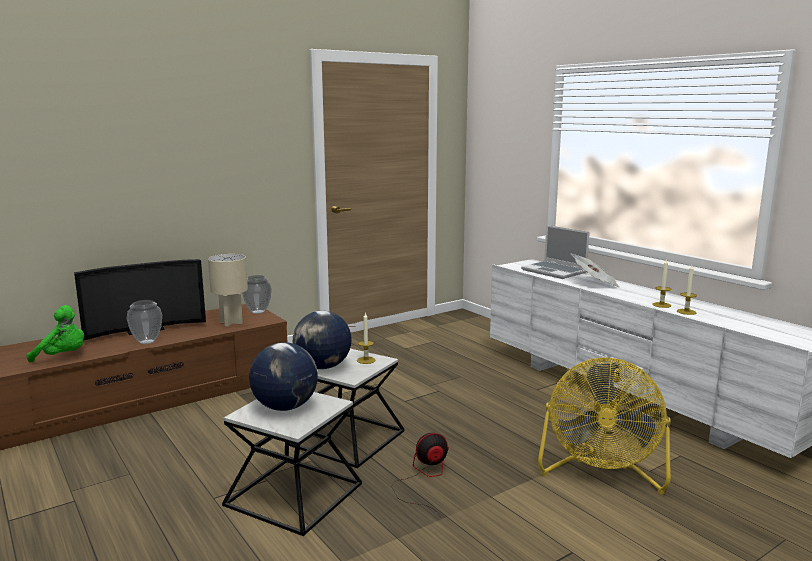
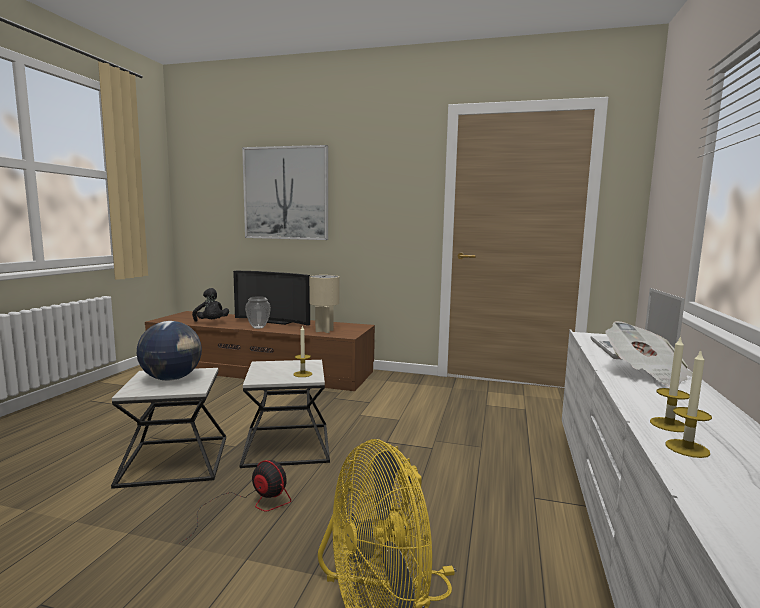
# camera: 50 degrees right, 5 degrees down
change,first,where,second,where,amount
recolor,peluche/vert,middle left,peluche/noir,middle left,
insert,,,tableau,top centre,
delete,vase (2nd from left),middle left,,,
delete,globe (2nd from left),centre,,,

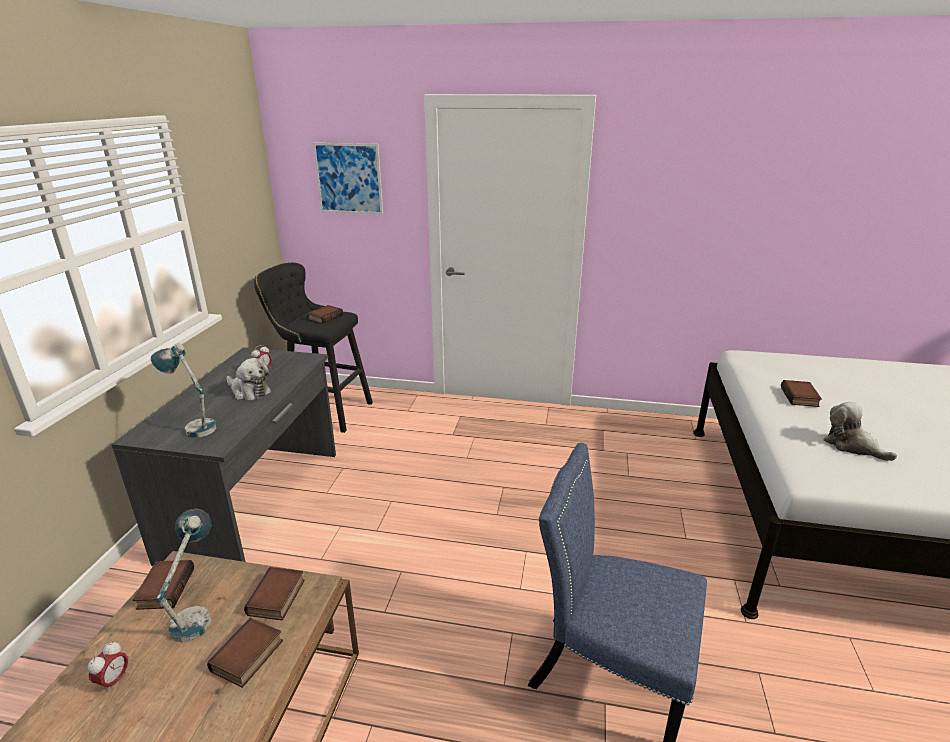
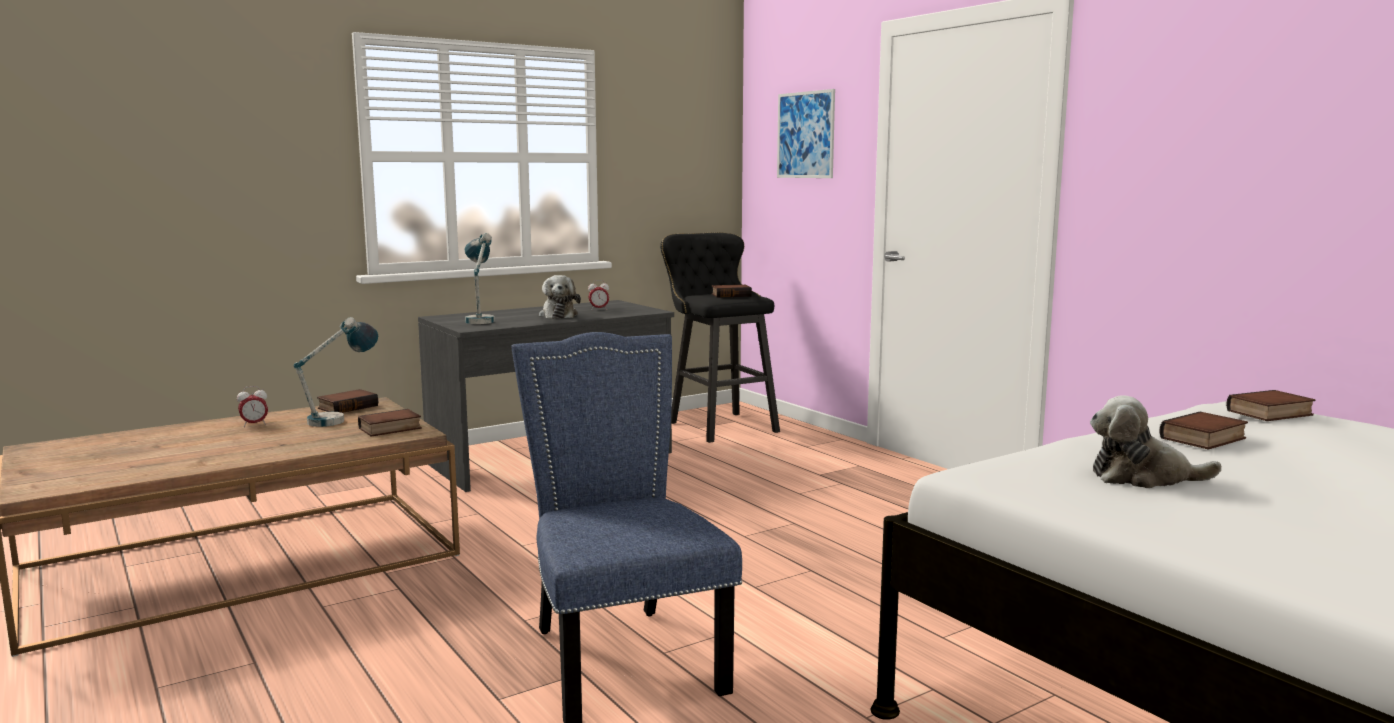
# camera: 45 degrees right, 15 degrees down
change,first,where,second,where,amount
rotate,peluche (2nd from left),middle right,,middle right,90 degrees counterclockwise
move,livre (2nd from left in the first image),bottom left,livre (5th from left),middle right,

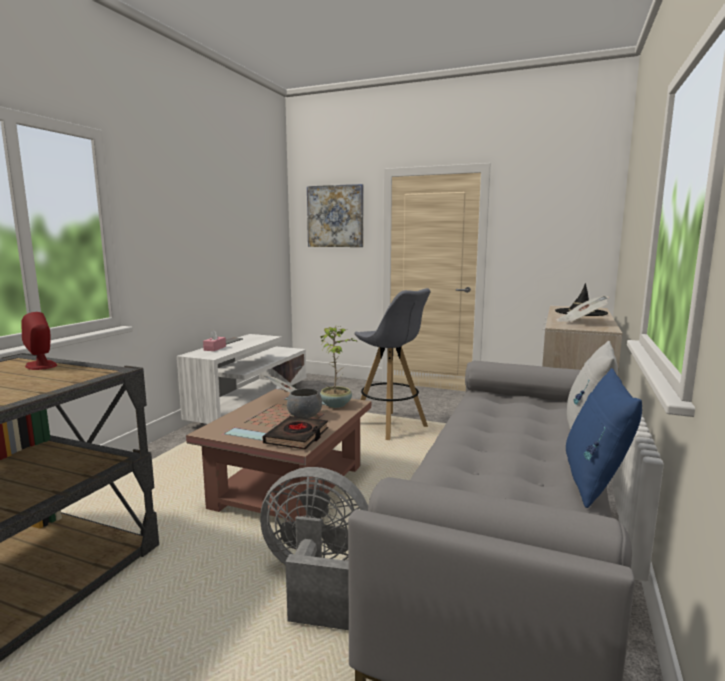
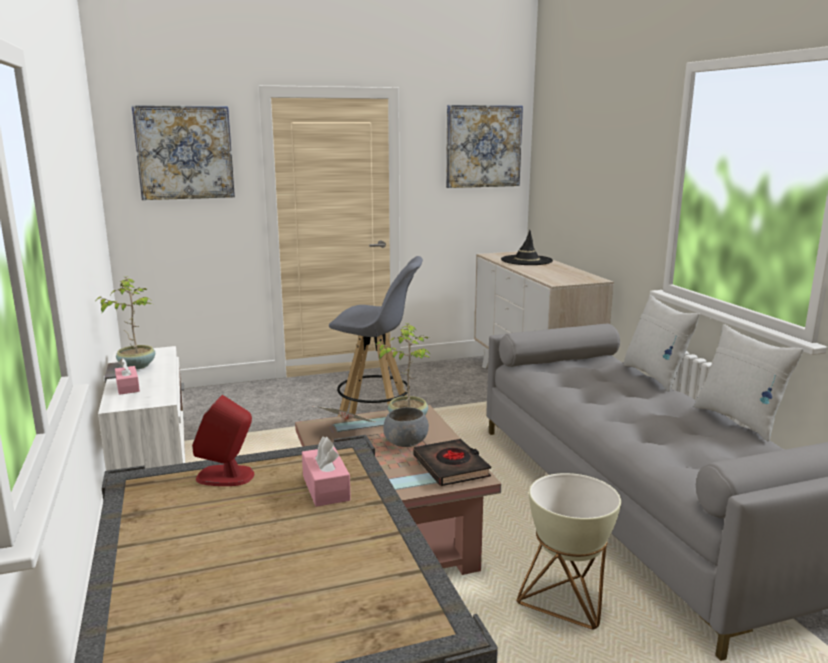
# camera: 40 degrees left, 5 degrees up
change,first,where,second,where,amount
insert,,,plante en pot (1st from left),middle left,
insert,,,boîte à mouchoirs/rose (2nd from left),bottom centre,
insert,,,tableau (2nd from left),top centre,
replace,ventilateur/gris,bottom centre,cache-pot,bottom right,
recolor,coussin/bleu,middle right,coussin/gris (2nd from left),middle right,
delete,journal (2nd from left),middle right,,,

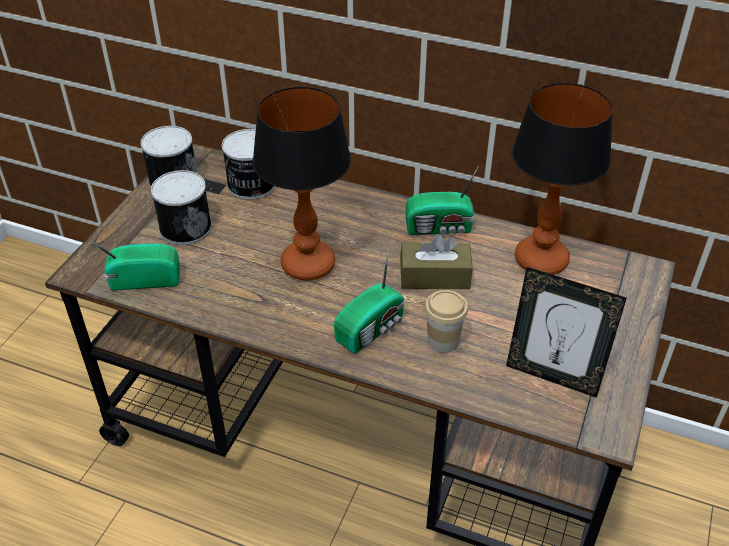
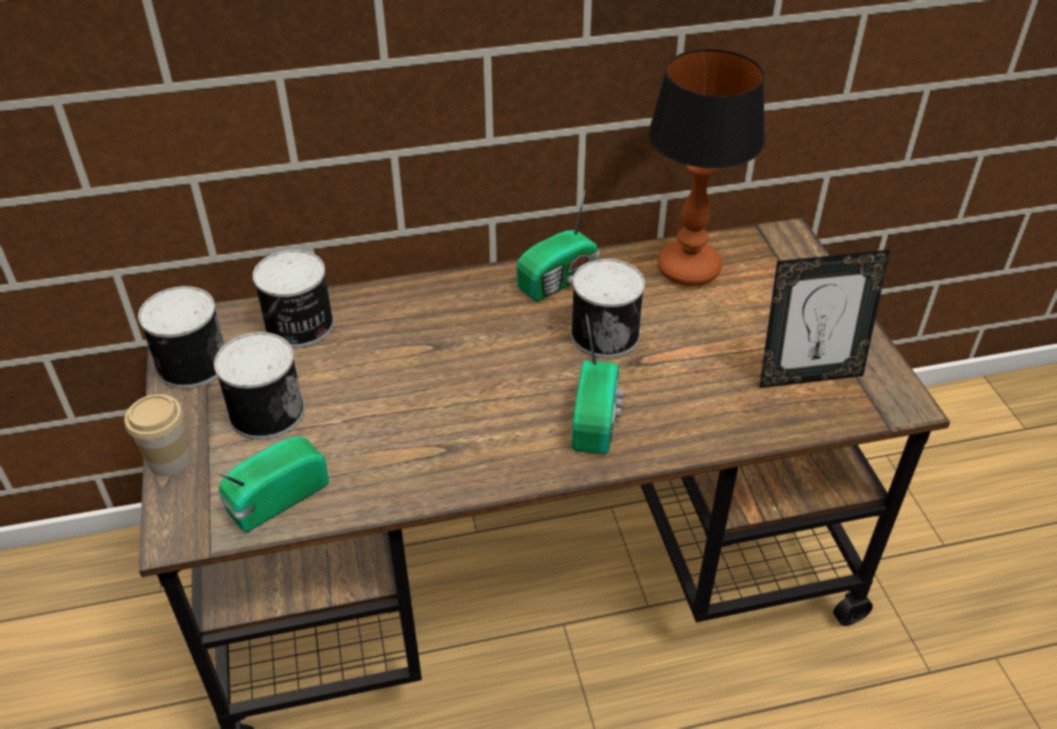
# camera: 35 degrees left, 0 degrees up
change,first,where,second,where,amount
move,tasse,centre,,middle left,
replace,boîte à mouchoirs/marron,centre,boîte métallique (4th from left),centre,
delete,lampe de table (1st from left),centre,,,

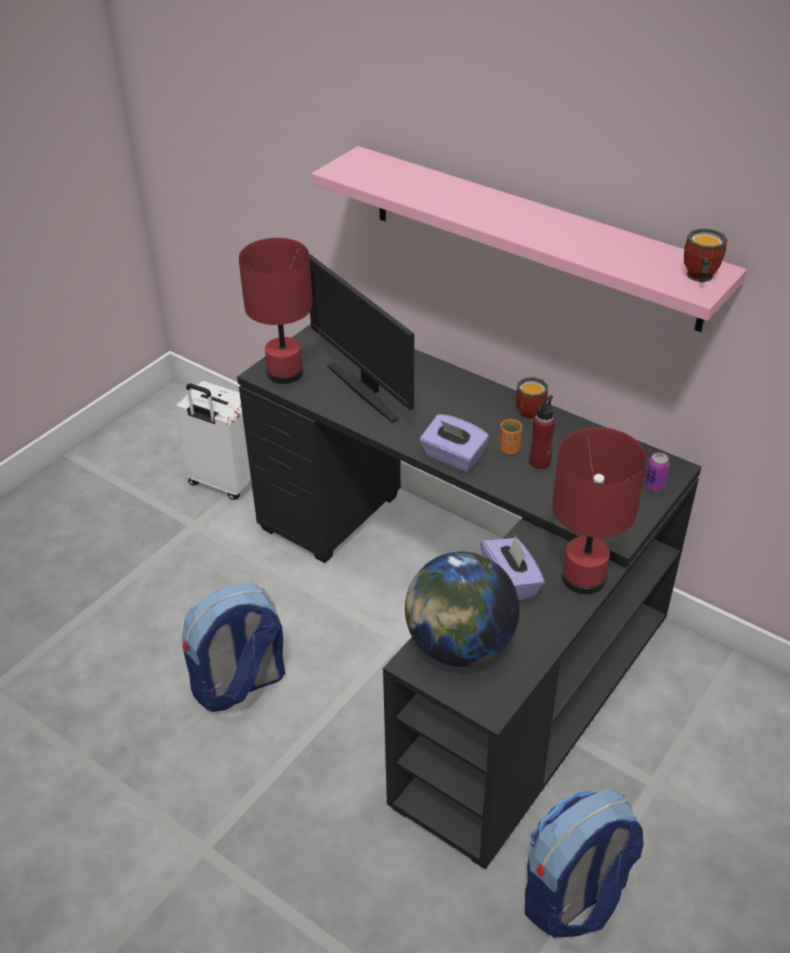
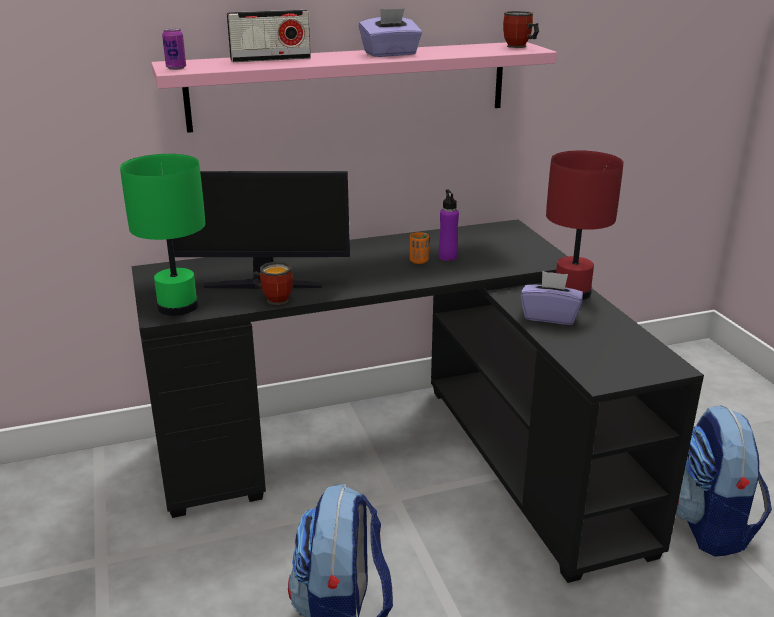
# camera: 55 degrees left, 15 degrees down
change,first,where,second,where,amount
recolor,lampe de table/rouge (1st from left),top centre,lampe de table/vert,middle left,
move,boîte métallique,middle right,,top left,
insert,,,radio,top centre,
move,mug (1st from left),middle right,,centre,
move,boîte à mouchoirs/violet (1st from left),centre,,top centre,
recolor,bouteille/rouge,middle right,bouteille/violet,centre,
delete,valise/blanc,middle left,,,
delete,globe,centre,,,

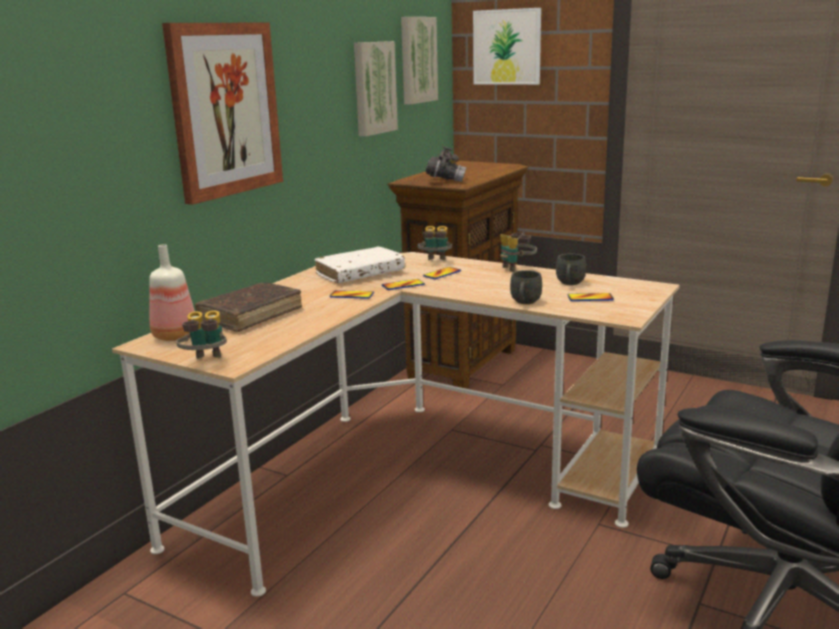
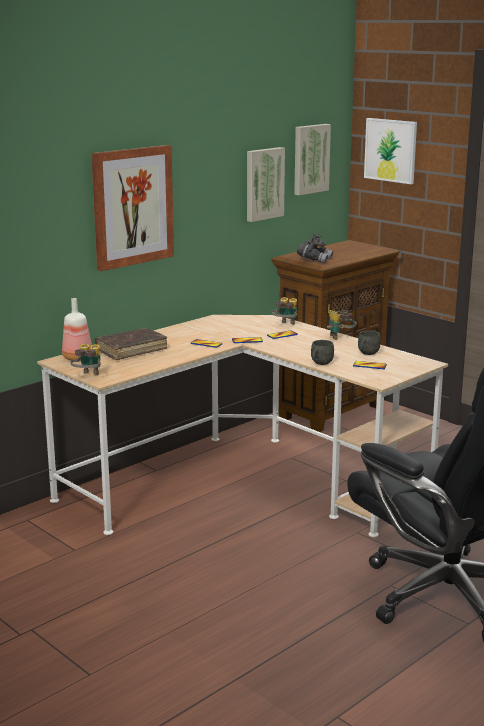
# camera: 15 degrees right, 0 degrees up
change,first,where,second,where,amount
delete,livre/blanc,centre,,,

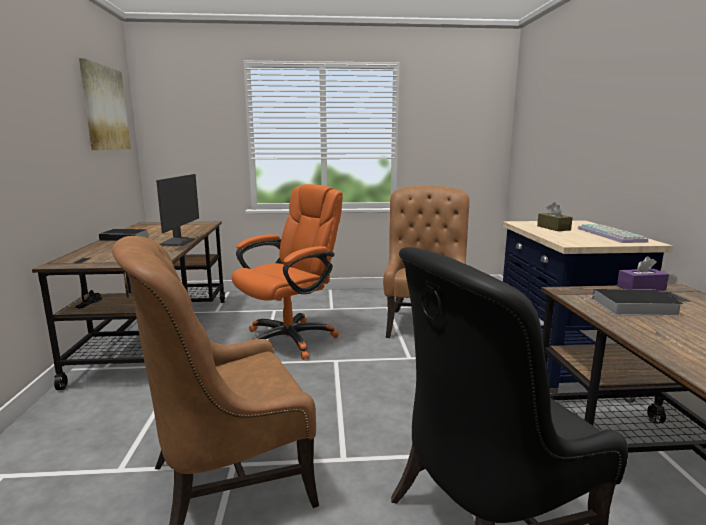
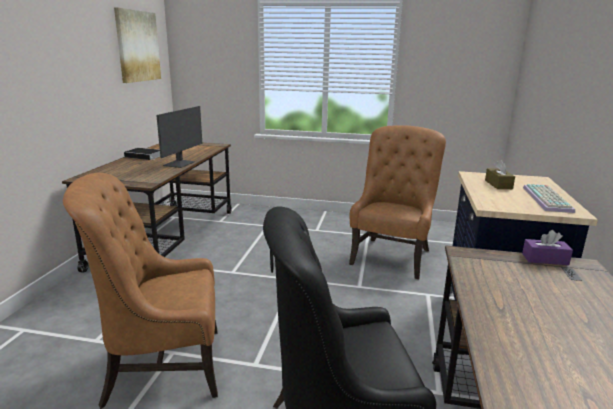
# camera: 15 degrees right, 5 degrees up
change,first,where,second,where,amount
delete,chaise de bureau/orange,centre,,,
delete,livre (2nd from left),middle right,,,

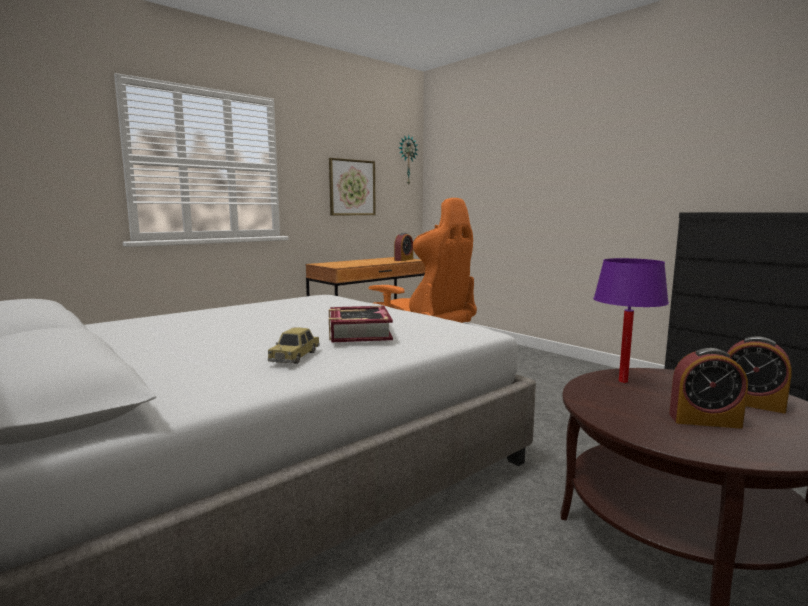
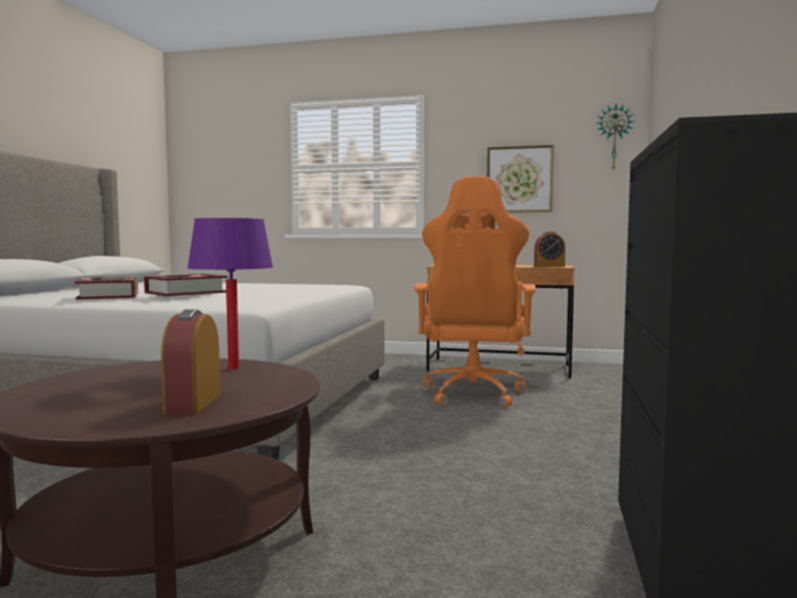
# camera: 55 degrees right, 5 degrees down
change,first,where,second,where,amount
replace,petite voiture,centre,livre (1st from left),middle left,
delete,réveil (2nd from left),middle right,,,

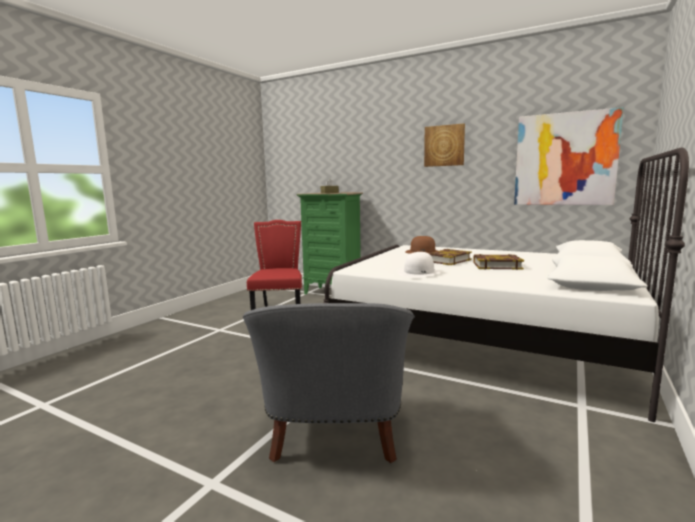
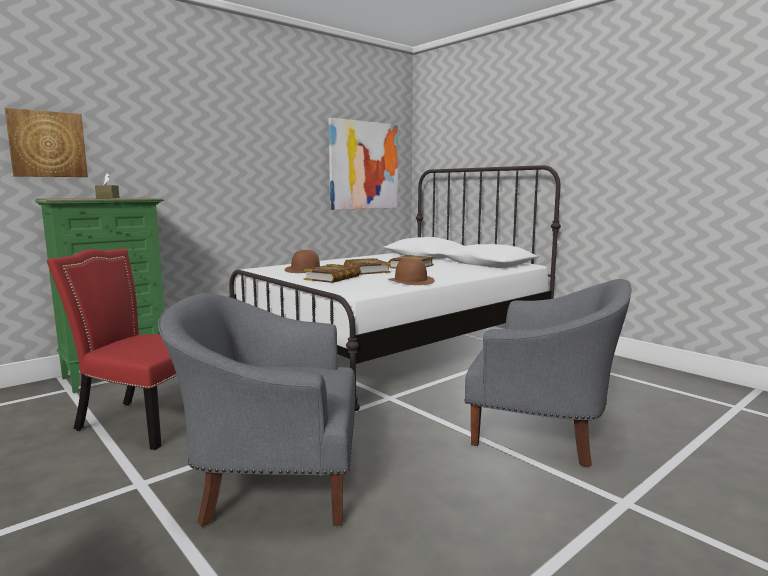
# camera: 70 degrees left, 0 degrees up
change,first,where,second,where,amount
move,tableau (1st from left),top centre,,top left,
insert,,,fauteuil/gris (1st from left),bottom centre,
insert,,,livre (1st from left),centre,
recolor,chapeau/blanc,centre,chapeau/marron (2nd from left),centre,

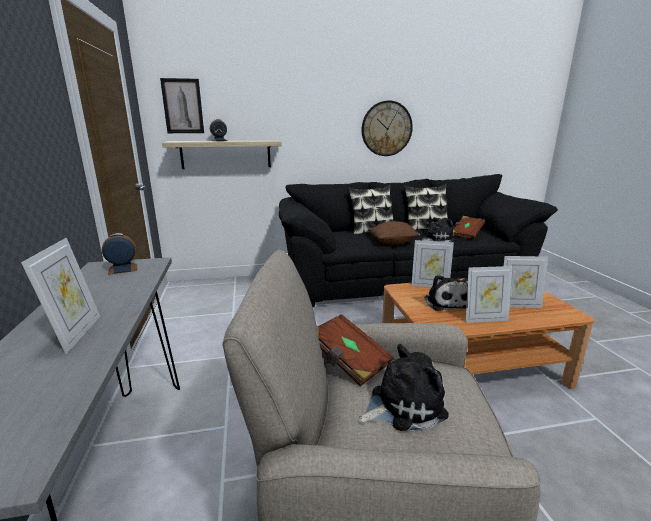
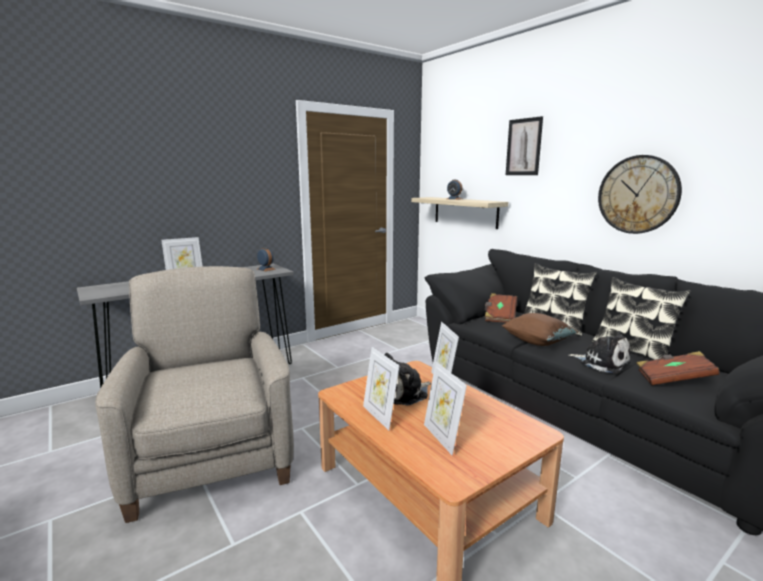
# camera: 65 degrees right, 5 degrees down
change,first,where,second,where,amount
move,livre/marron (1st from left),bottom centre,,centre,
move,tableau,top left,,top right,
delete,peluche (1st from left),bottom centre,,,

